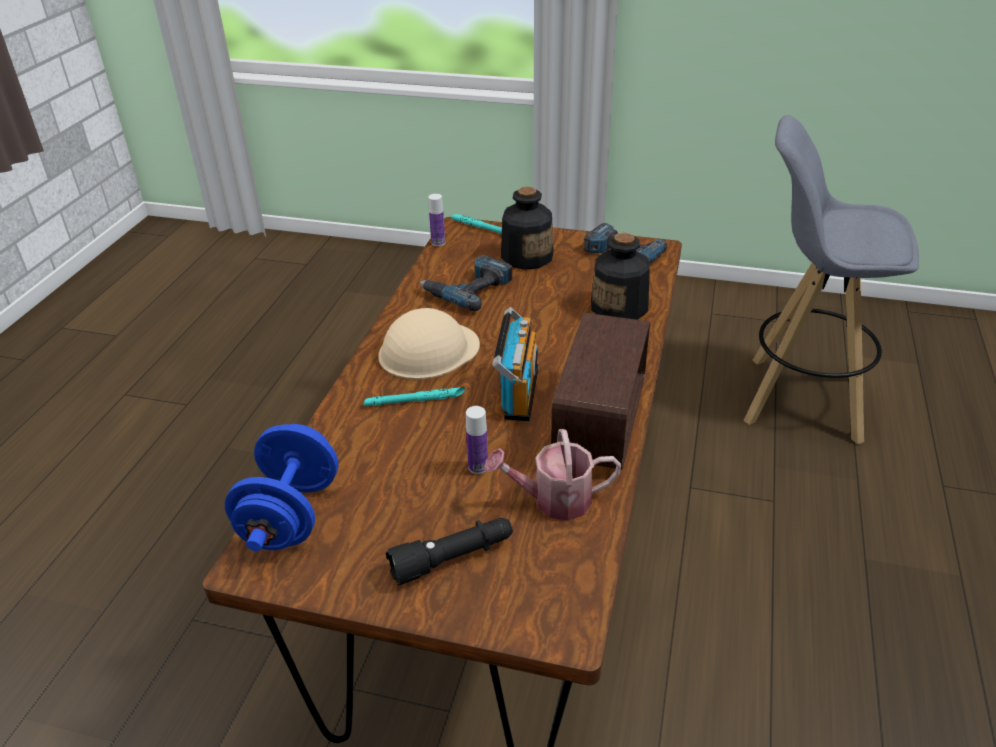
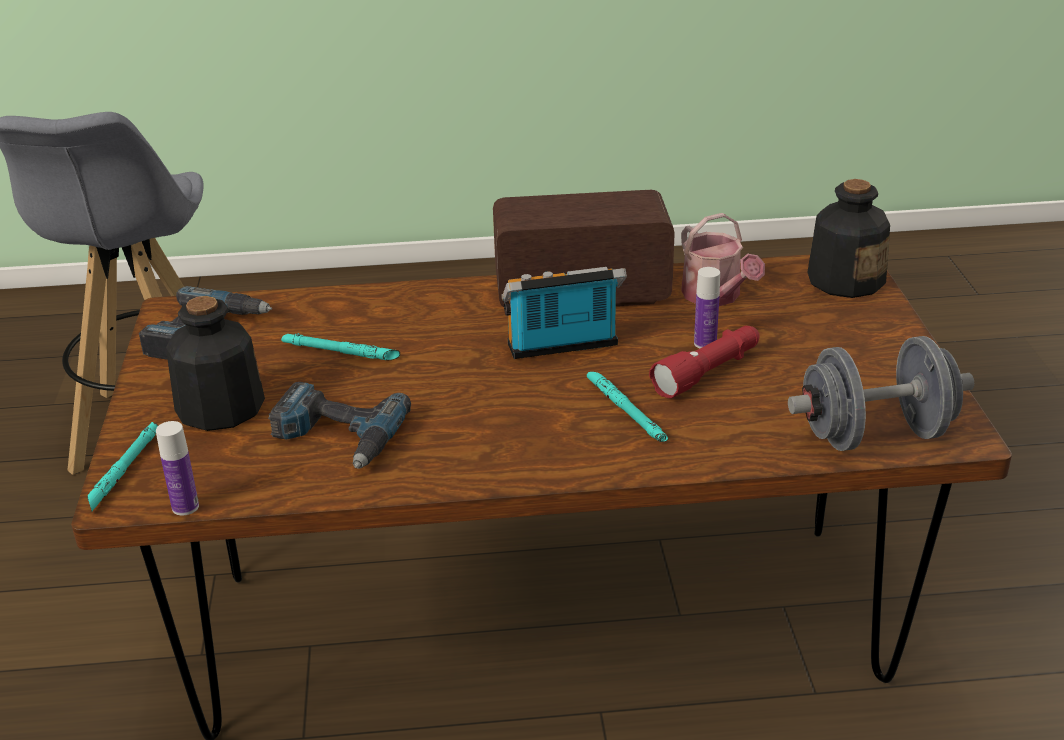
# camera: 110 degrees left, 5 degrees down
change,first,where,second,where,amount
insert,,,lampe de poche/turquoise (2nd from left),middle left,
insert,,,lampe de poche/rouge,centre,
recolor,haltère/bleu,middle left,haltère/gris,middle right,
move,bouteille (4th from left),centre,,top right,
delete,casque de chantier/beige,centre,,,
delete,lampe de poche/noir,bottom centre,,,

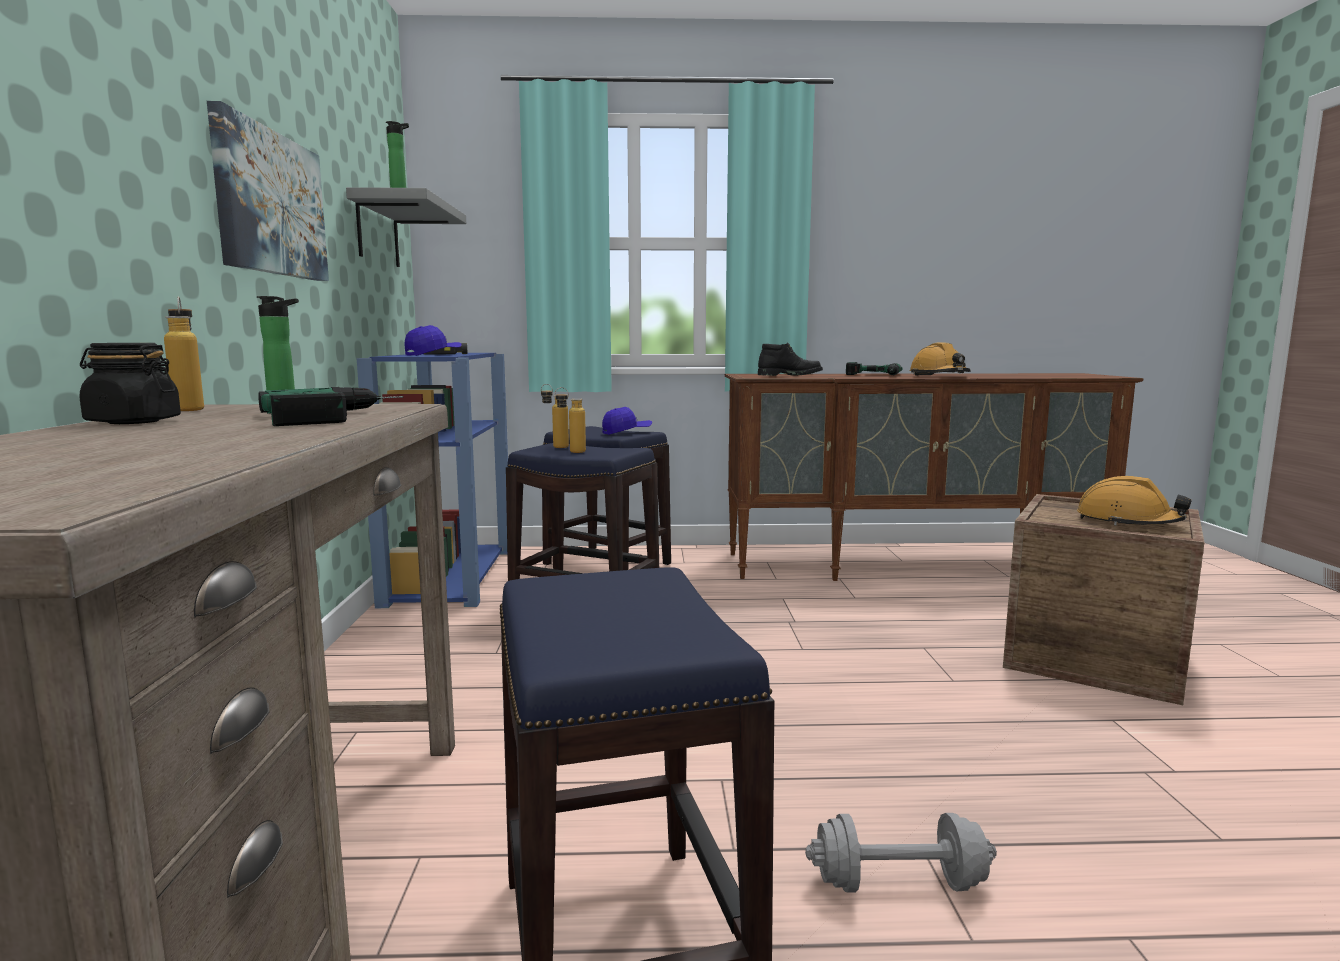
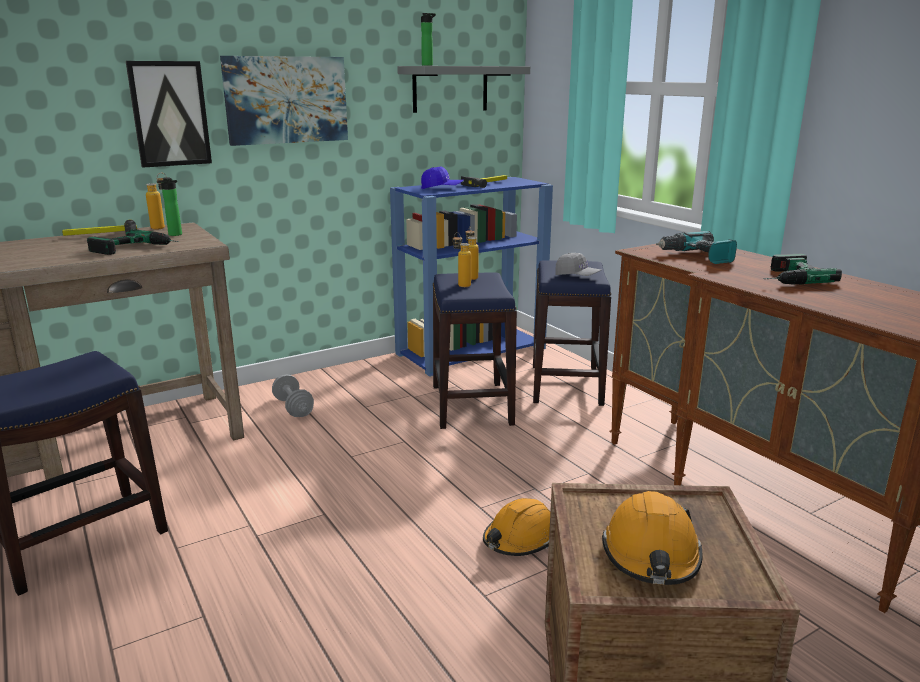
# camera: 60 degrees right, 10 degrees up
change,first,where,second,where,amount
replace,bocal/noir,middle left,marteau (1st from left),top left,
insert,,,tableau (1st from left),top left,
move,haltère/gris,bottom right,,middle left,
move,casque de chantier/orange (1st from left),middle right,,bottom centre,
recolor,casquette/bleu (2nd from left),centre,casquette/gris,centre,
replace,botte/noir,centre,perceuse (2nd from left),middle right,

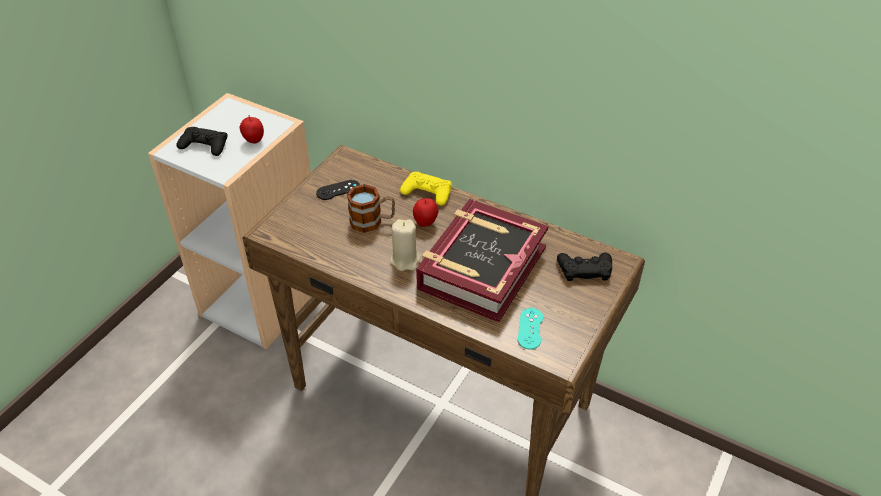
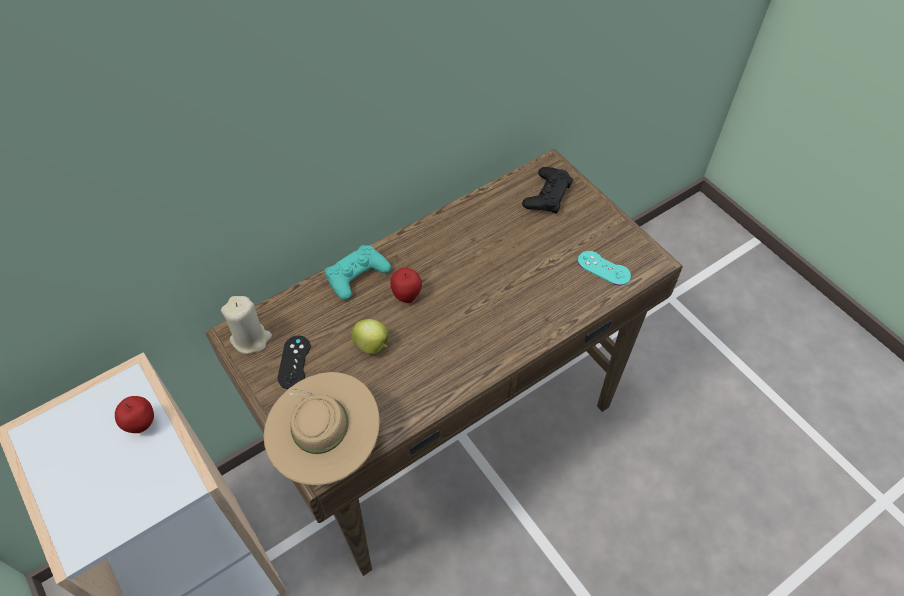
# camera: 65 degrees left, 10 degrees up
change,first,where,second,where,amount
move,bougie/beige,centre,,middle left,
insert,,,chapeau/beige,bottom centre,
recolor,manette/jaune,centre,manette/turquoise (1st from left),centre,
replace,mug,centre,pomme (2nd from left),centre,
delete,manette/noir (1st from left),top left,,,
delete,livre,centre,,,

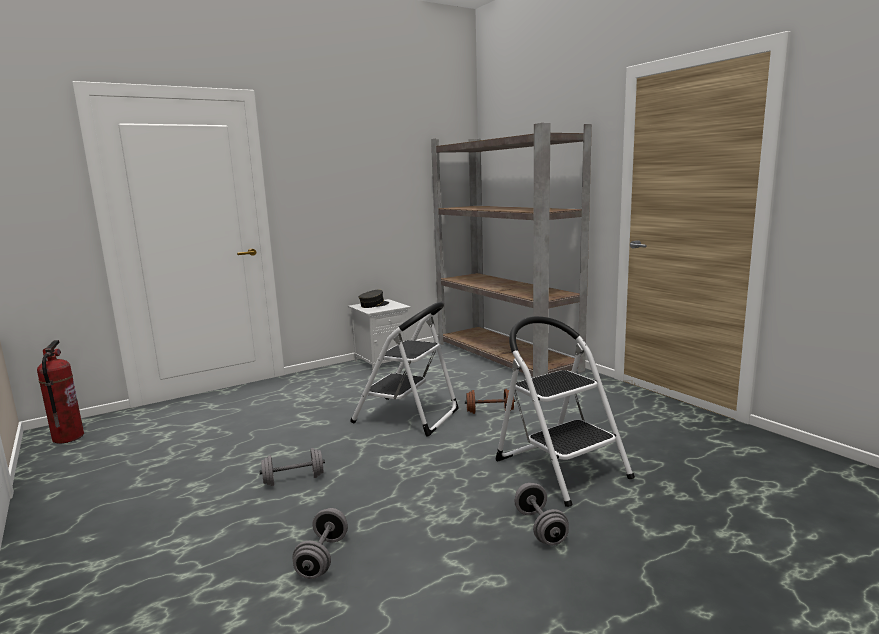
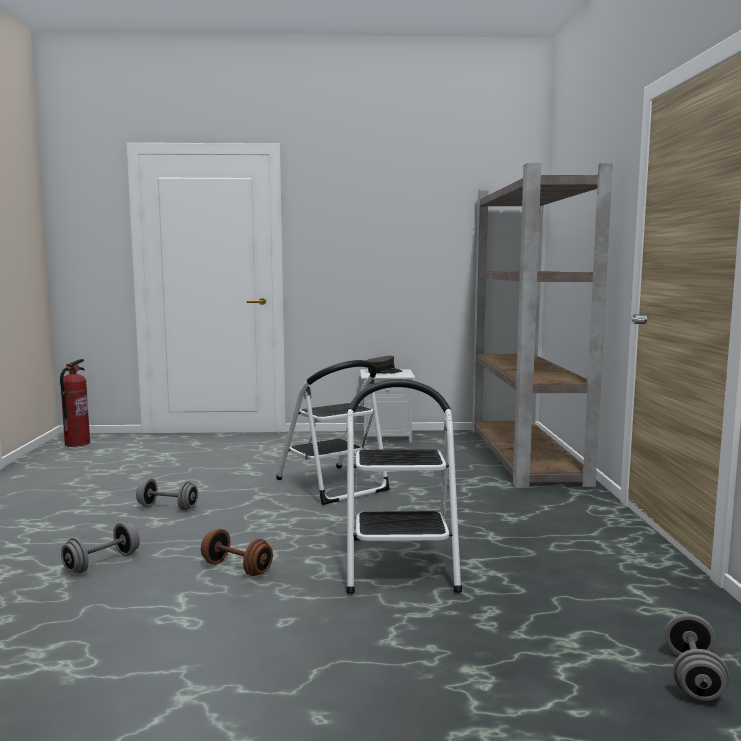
# camera: 30 degrees right, 5 degrees down
change,first,where,second,where,amount
move,haltère/marron,centre,,bottom left,
move,haltère/gris (3rd from left),bottom centre,,bottom right,

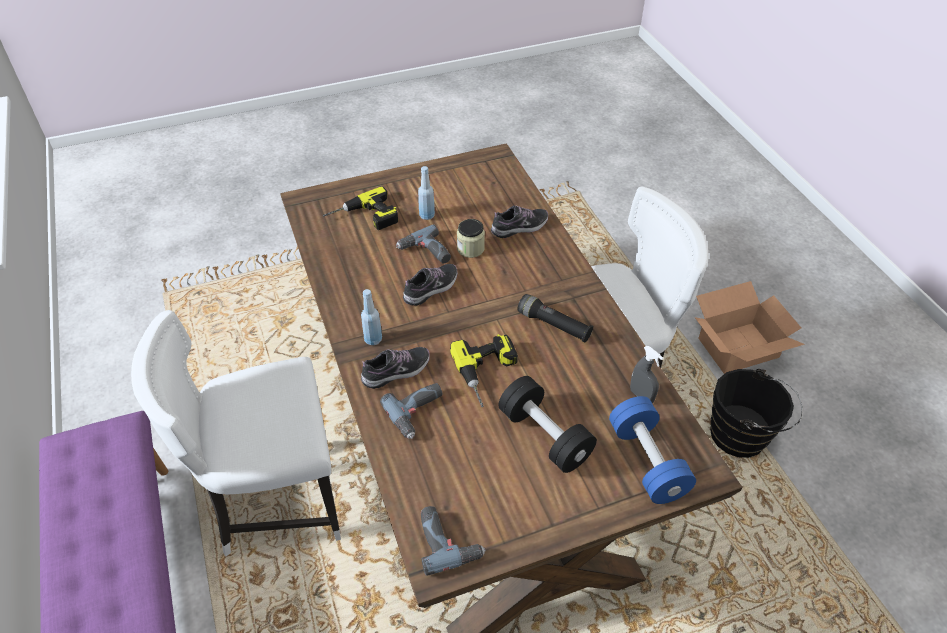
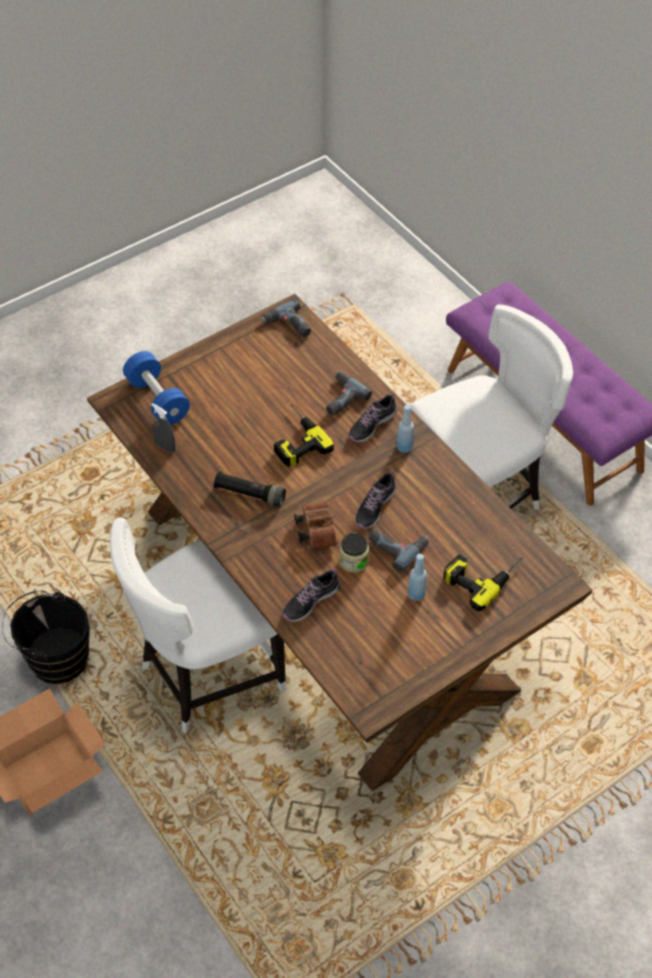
# camera: 165 degrees right, 5 degrees up
change,first,where,second,where,amount
insert,,,jumelles/marron,centre,
delete,haltère/noir,bottom centre,,,

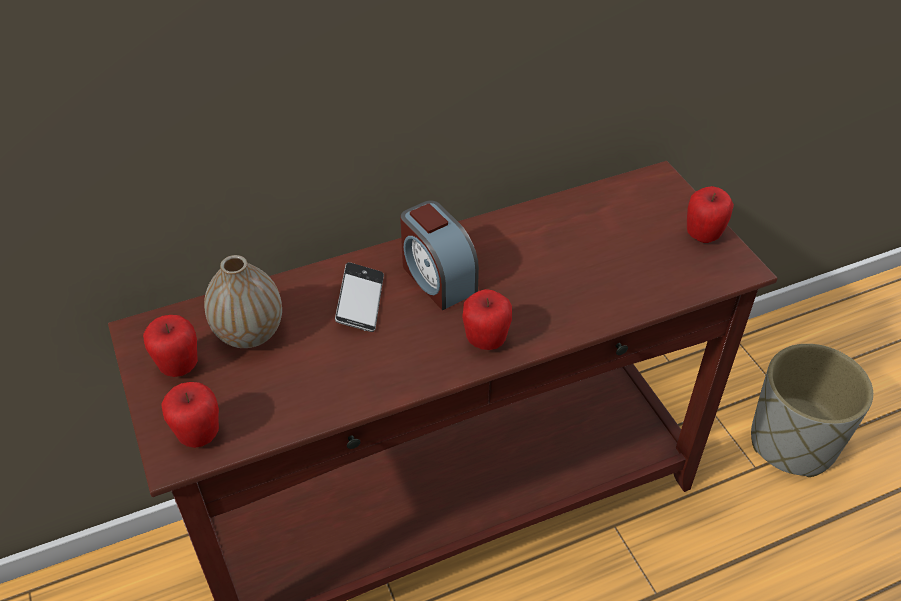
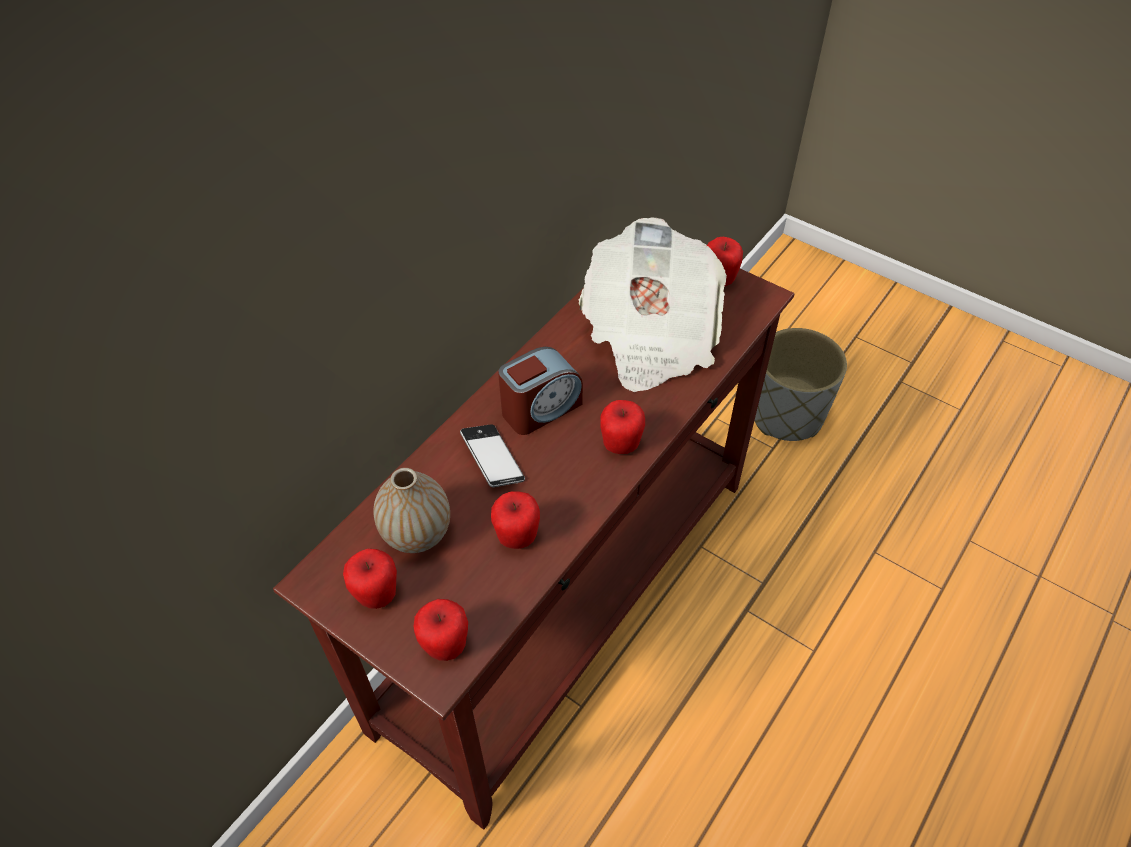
# camera: 30 degrees left, 5 degrees up
change,first,where,second,where,amount
insert,,,pomme (3rd from left),centre,
rotate,réveil,centre,,centre,60 degrees counterclockwise
insert,,,journal,centre,

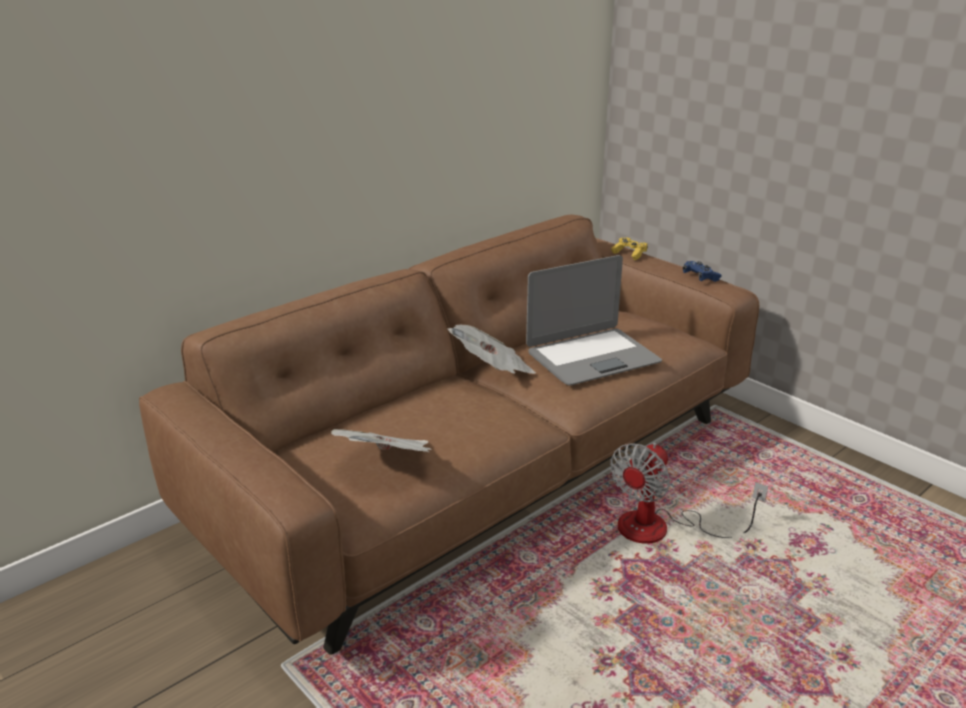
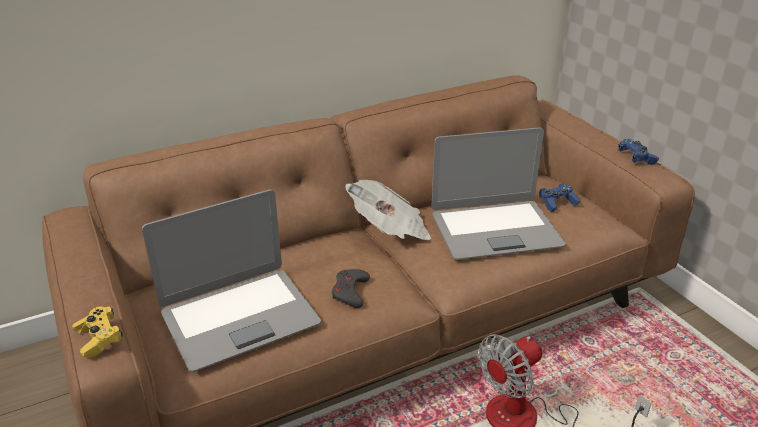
# camera: 15 degrees right, 5 degrees up
change,first,where,second,where,amount
move,manette/jaune,centre,,bottom left,
replace,journal (1st from left),centre,ordinateur portable (1st from left),middle left,
insert,,,manette/gris,bottom centre,
insert,,,manette/bleu (1st from left),middle right,

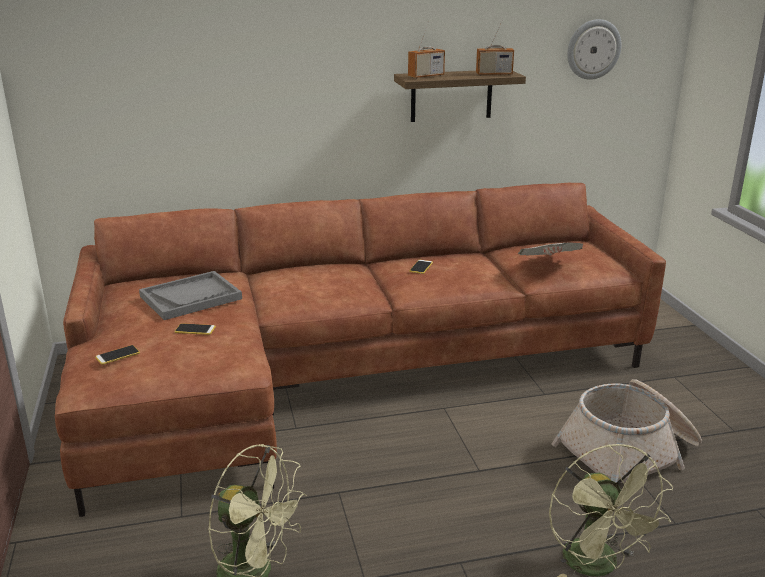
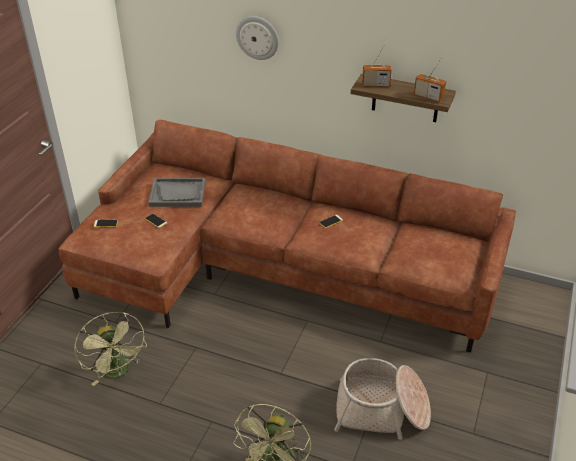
# camera: 35 degrees right, 15 degrees up
change,first,where,second,where,amount
move,horloge murale,top right,,top centre,
delete,journal,middle right,,,

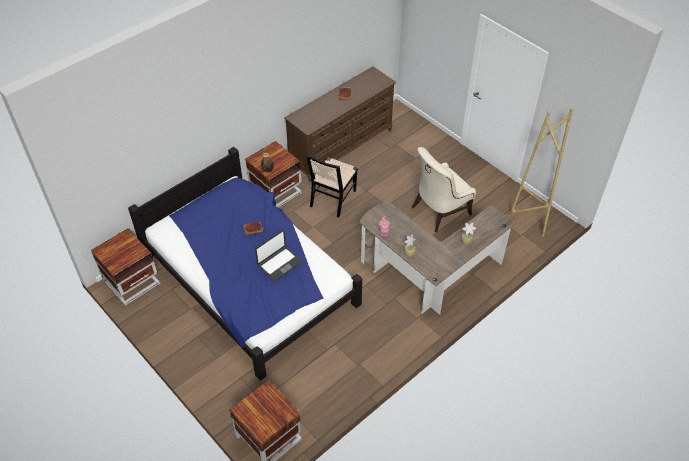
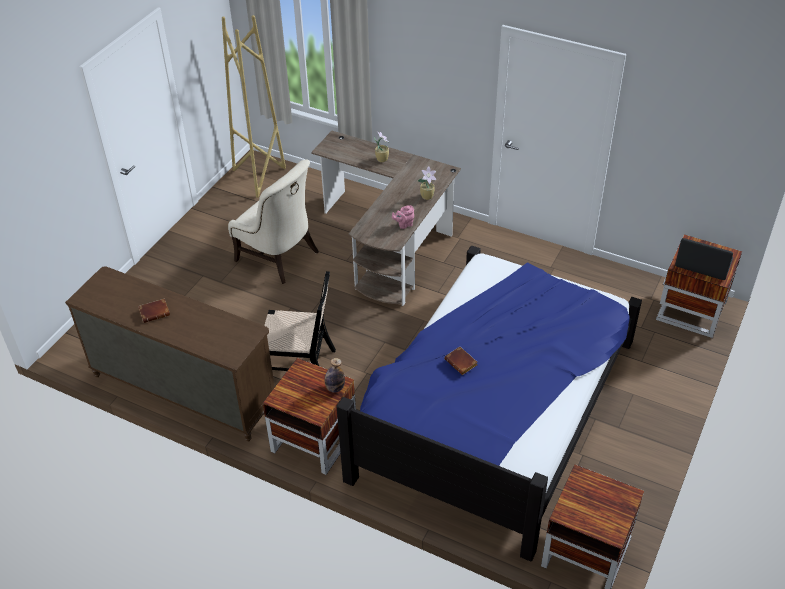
# camera: 110 degrees left, 5 degrees down
change,first,where,second,where,amount
move,ordinateur portable,centre,,middle right,

